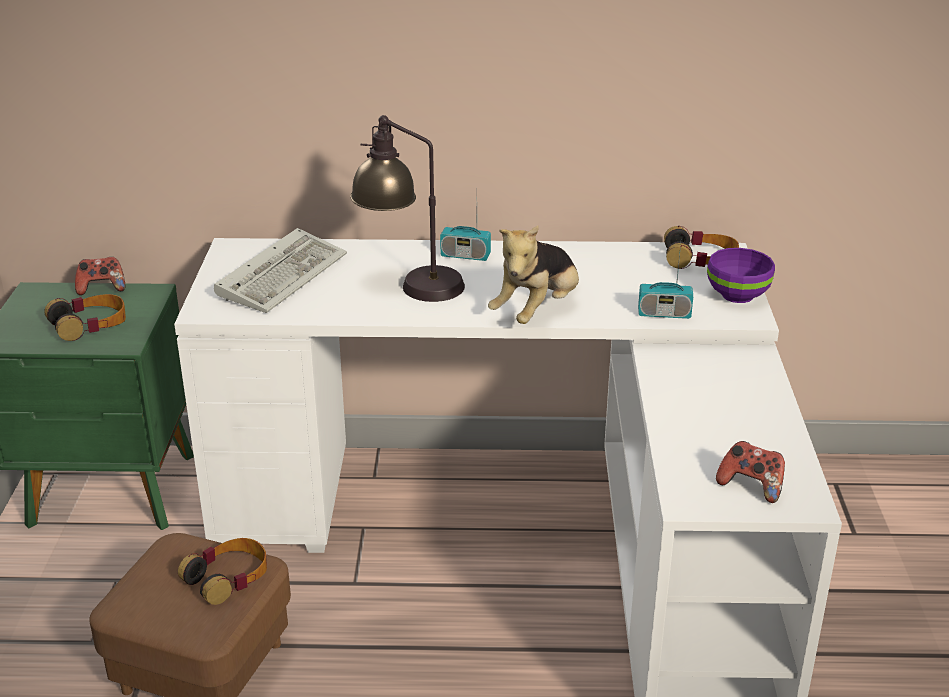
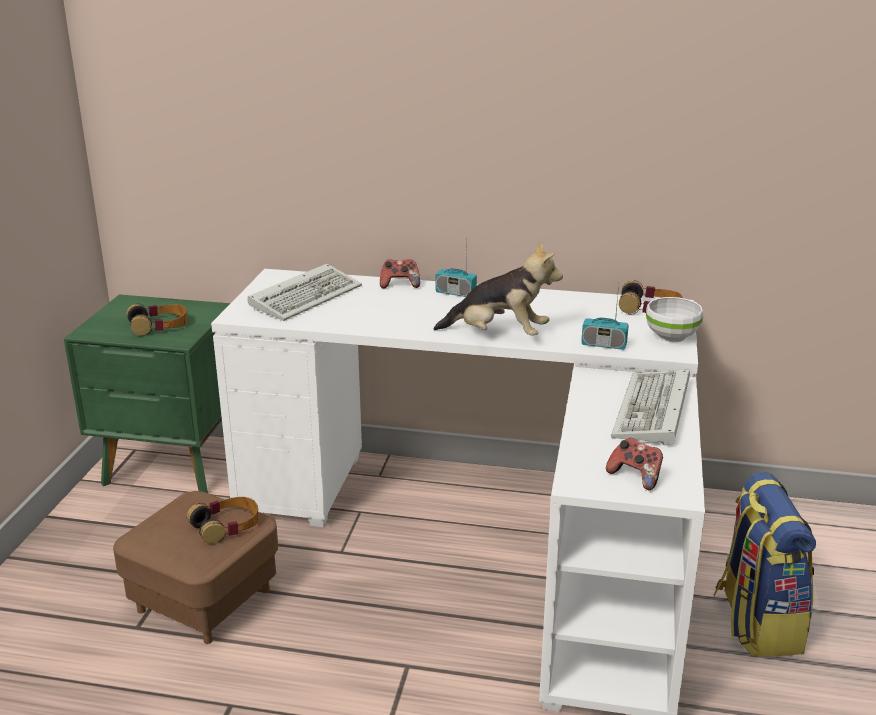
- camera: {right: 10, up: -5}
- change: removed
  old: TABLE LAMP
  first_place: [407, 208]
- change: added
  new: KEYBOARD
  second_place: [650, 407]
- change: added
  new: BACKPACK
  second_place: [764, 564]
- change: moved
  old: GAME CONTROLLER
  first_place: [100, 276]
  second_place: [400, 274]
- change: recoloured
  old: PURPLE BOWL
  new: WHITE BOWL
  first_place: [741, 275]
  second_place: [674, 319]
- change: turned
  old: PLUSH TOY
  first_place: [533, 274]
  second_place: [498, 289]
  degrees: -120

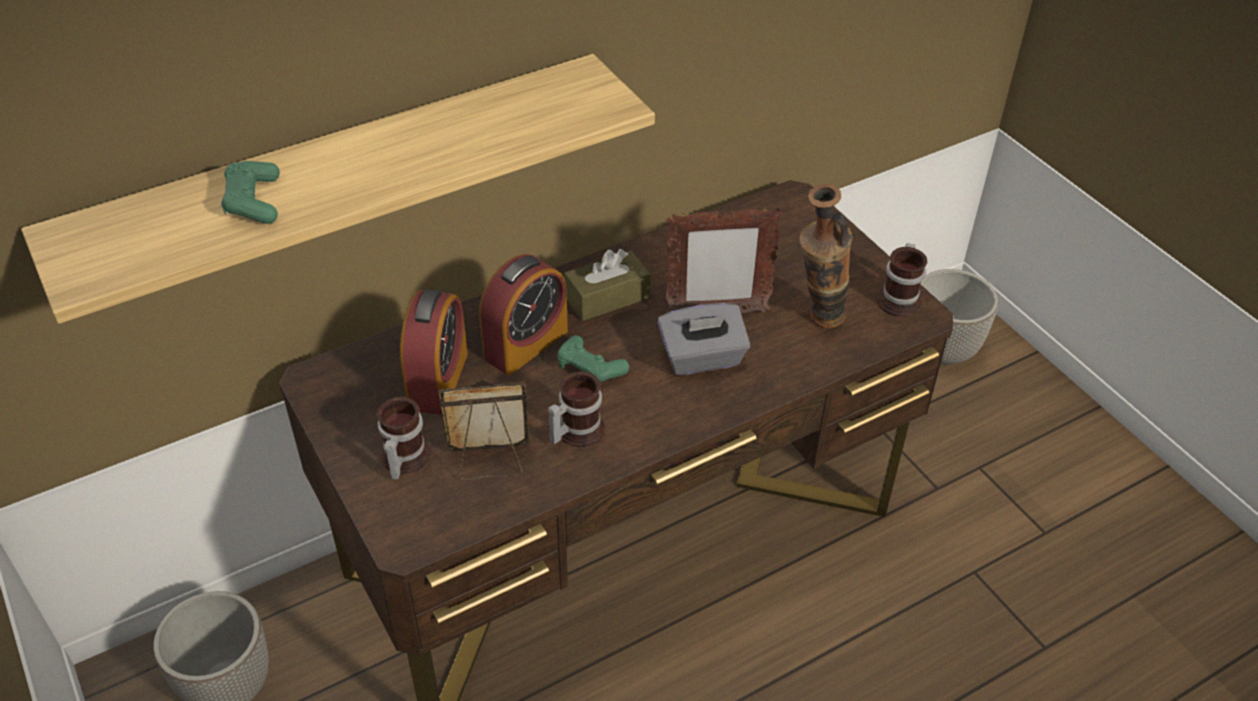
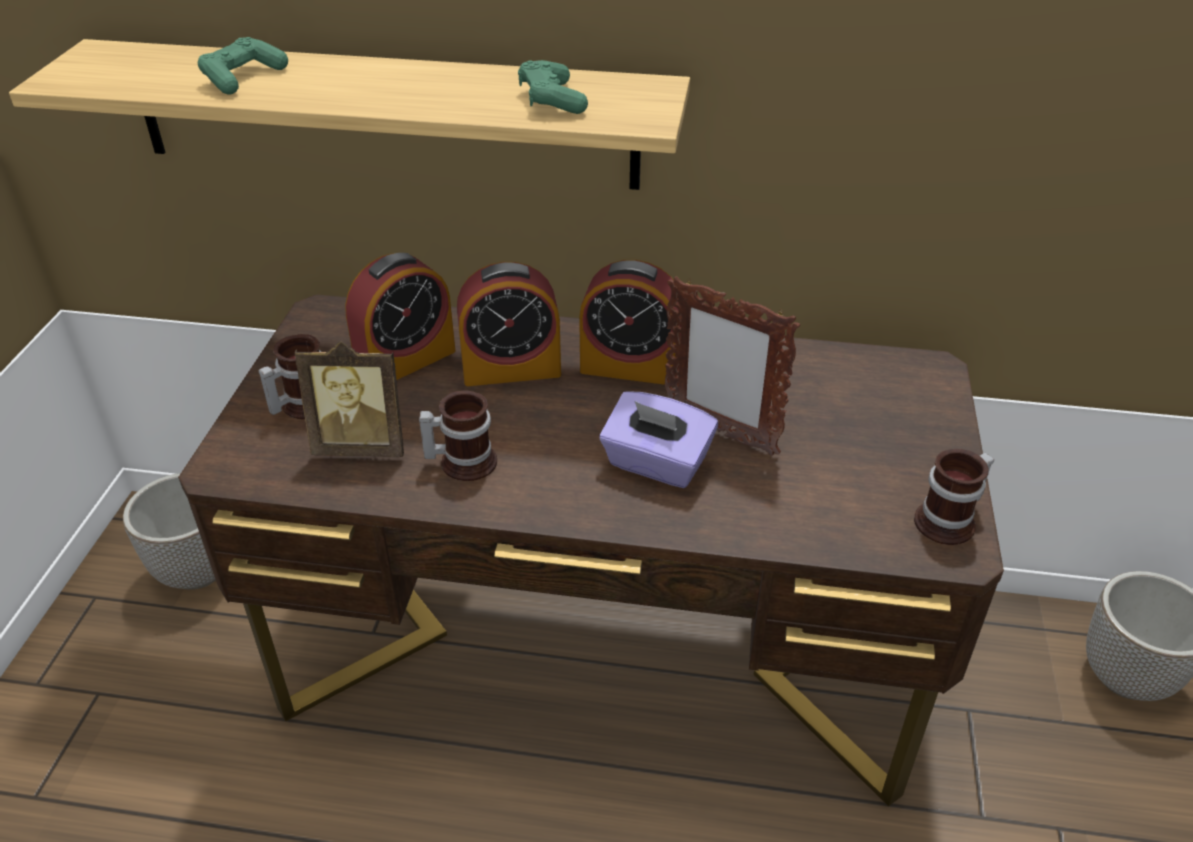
- camera: {right: 40, up: -5}
- change: removed
  old: VASE
  first_place: [826, 256]
- change: moved
  old: GREEN GAME CONTROLLER
  first_place: [593, 358]
  second_place: [553, 87]
- change: replaced
  old: BROWN TISSUE BOX
  new: ALARM CLOCK
  first_place: [607, 285]
  second_place: [630, 322]
- change: recoloured
  old: GREY TISSUE BOX
  new: PURPLE TISSUE BOX
  first_place: [703, 339]
  second_place: [658, 440]
- change: turned
  old: PICTURE FRAME
  first_place: [484, 429]
  second_place: [349, 399]
  degrees: 150

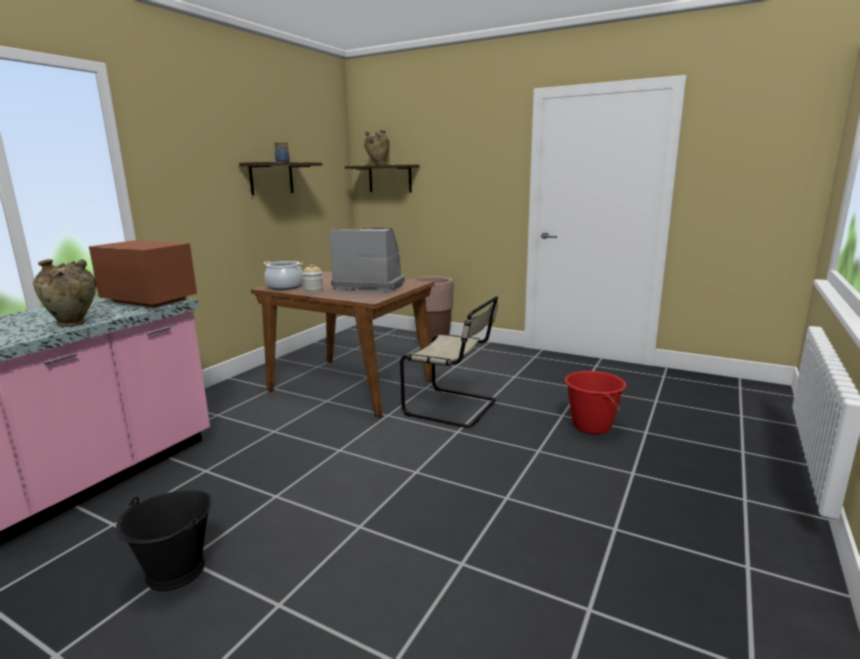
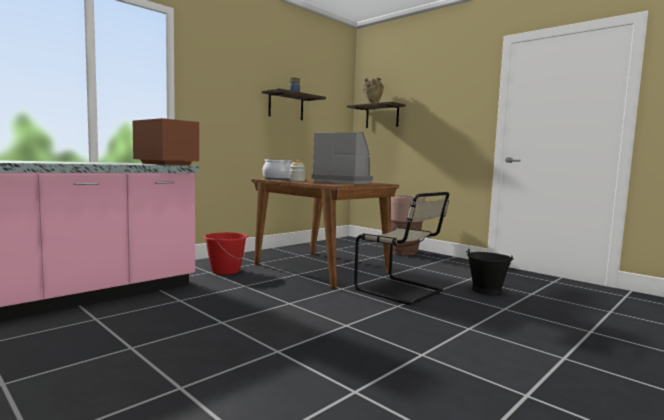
- camera: {right: 15, up: -10}
- change: removed
  old: BEIGE VASE
  first_place: [65, 293]
- change: moved
  old: BLACK BUCKET
  first_place: [163, 540]
  second_place: [490, 272]
- change: moved
  old: RED BUCKET
  first_place: [595, 402]
  second_place: [226, 253]

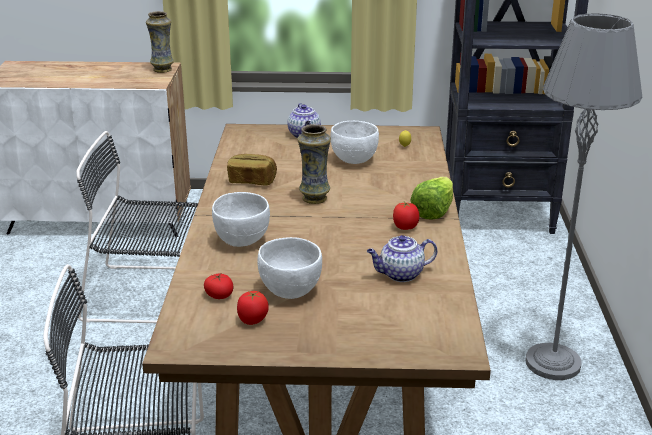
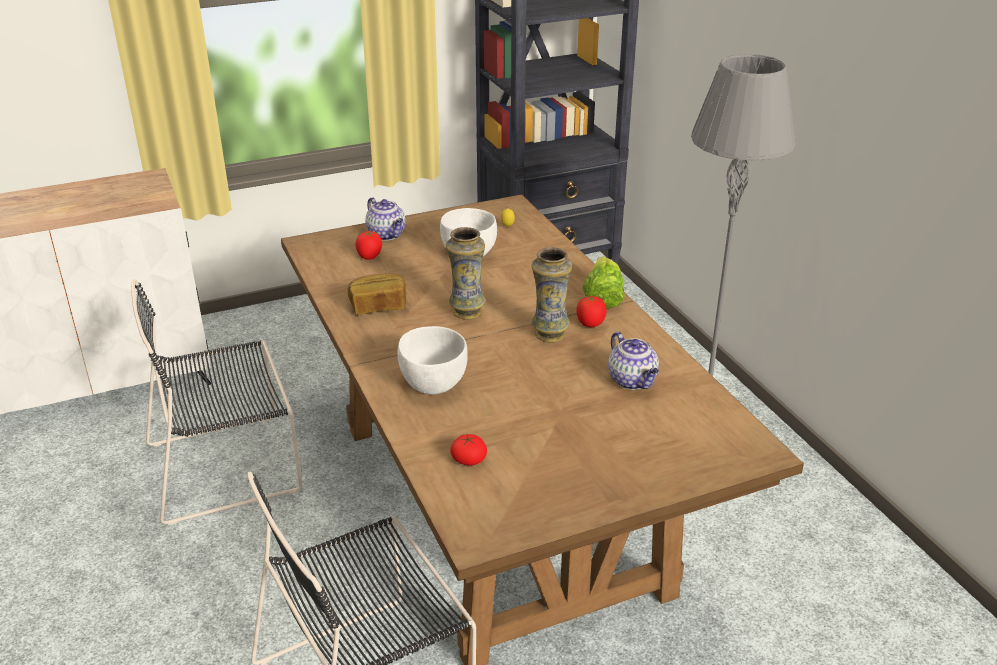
- camera: {right: -25, up: 5}
- change: removed
  old: WHITE BOWL
  first_place: [290, 268]
- change: moved
  old: VASE
  first_place: [160, 42]
  second_place: [552, 294]
- change: moved
  old: TOMATO
  first_place: [253, 308]
  second_place: [368, 245]
- change: turned
  old: TEAPOT
  first_place: [402, 258]
  second_place: [633, 360]
  degrees: -75

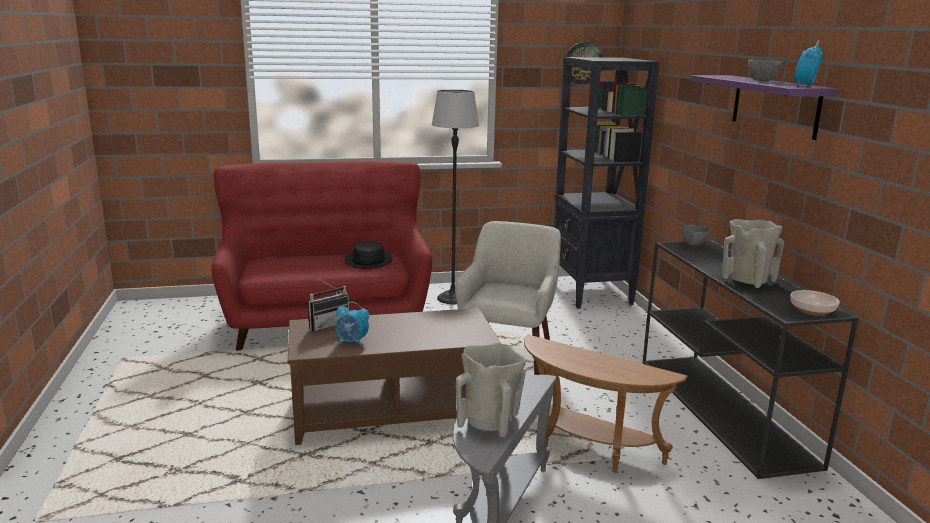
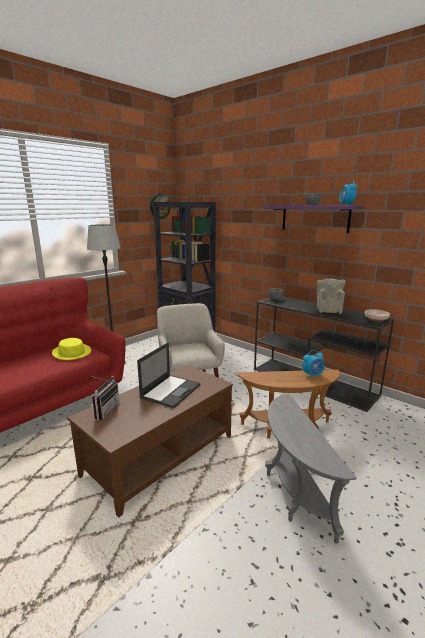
- camera: {right: -35, up: 0}
- change: removed
  old: BEIGE VASE
  first_place: [491, 390]
- change: added
  new: LAPTOP
  second_place: [168, 375]
- change: moved
  old: ALARM CLOCK
  first_place: [352, 324]
  second_place: [313, 364]
- change: recoloured
  old: BLACK HAT
  new: YELLOW HAT
  first_place: [368, 255]
  second_place: [71, 349]

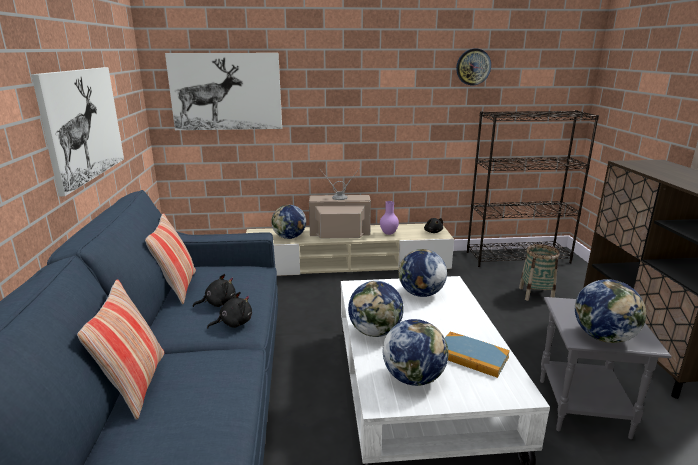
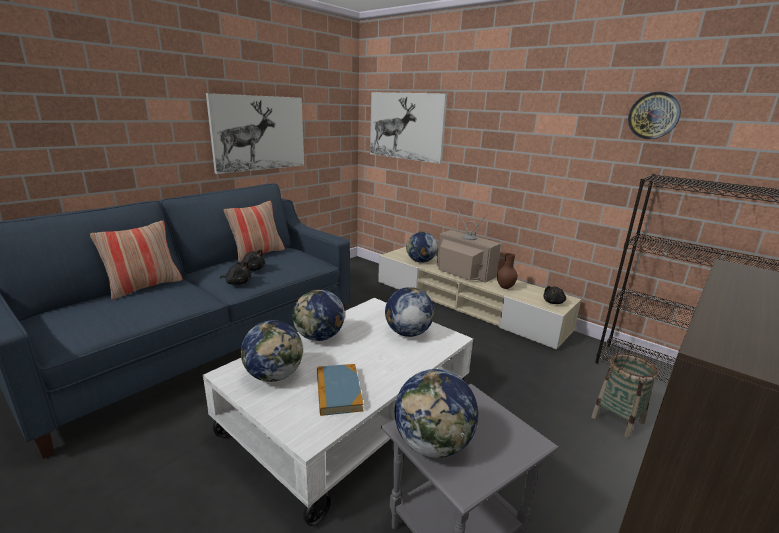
- camera: {right: 45, up: 0}
- change: recoloured
  old: PURPLE VASE
  new: BROWN VASE
  first_place: [389, 218]
  second_place: [507, 271]

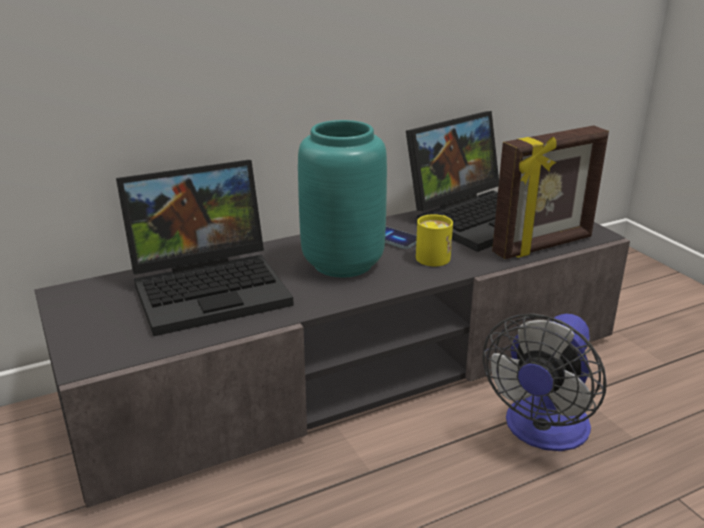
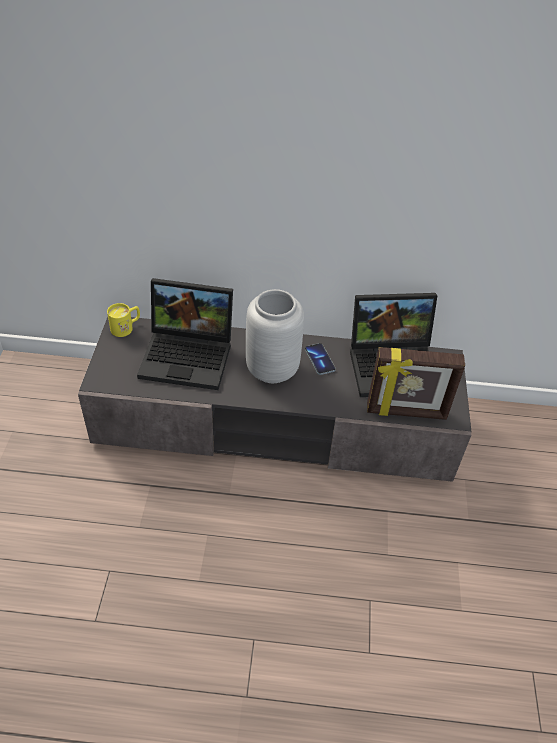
- camera: {right: 30, up: 20}
- change: removed
  old: FAN
  first_place: [544, 382]
- change: moved
  old: YELLOW MUG
  first_place: [434, 240]
  second_place: [123, 320]
- change: recoloured
  old: TURQUOISE VASE
  new: GREY VASE
  first_place: [342, 198]
  second_place: [275, 336]

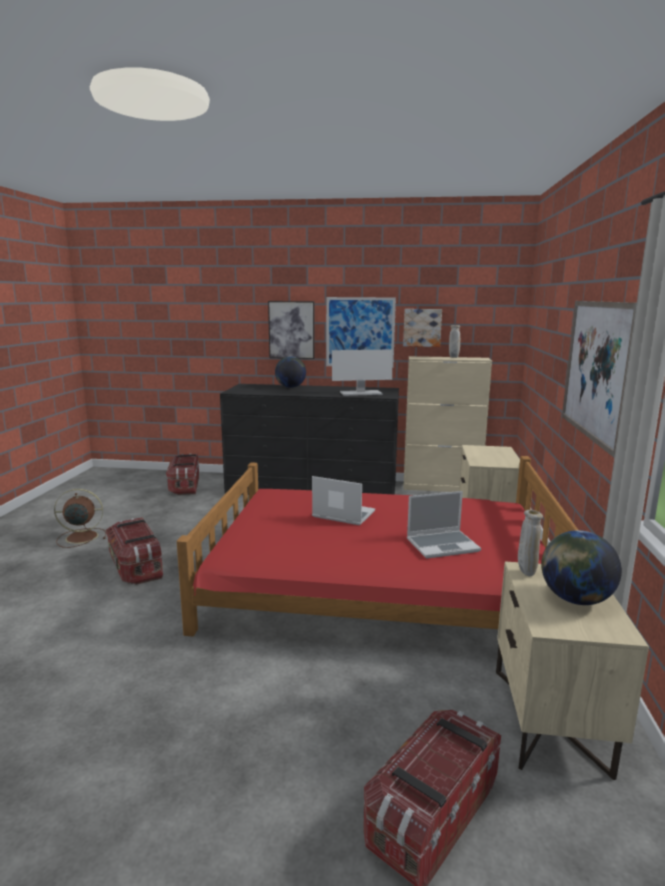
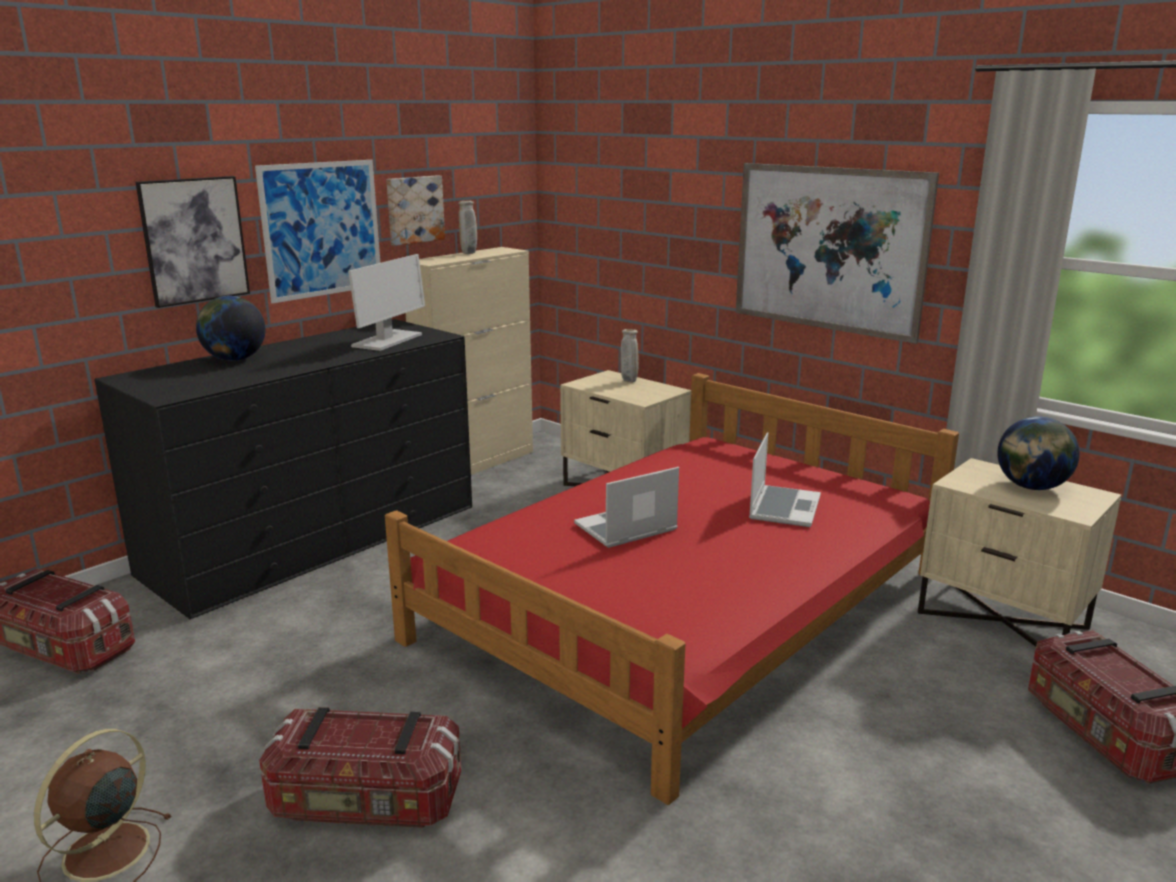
- camera: {right: -55, up: 5}
- change: moved
  old: BEIGE VASE
  first_place: [530, 543]
  second_place: [630, 355]

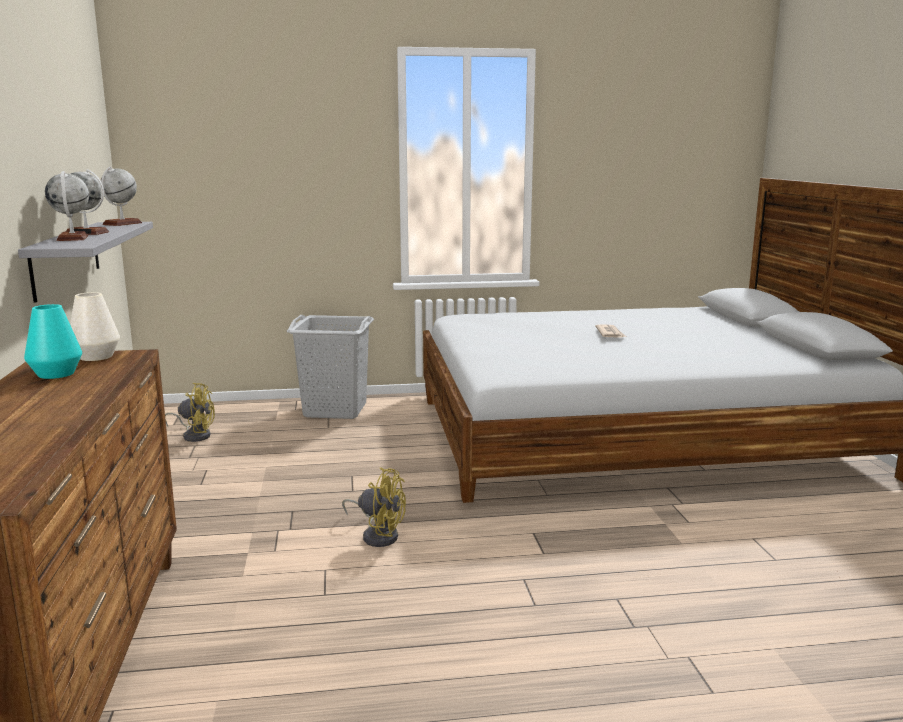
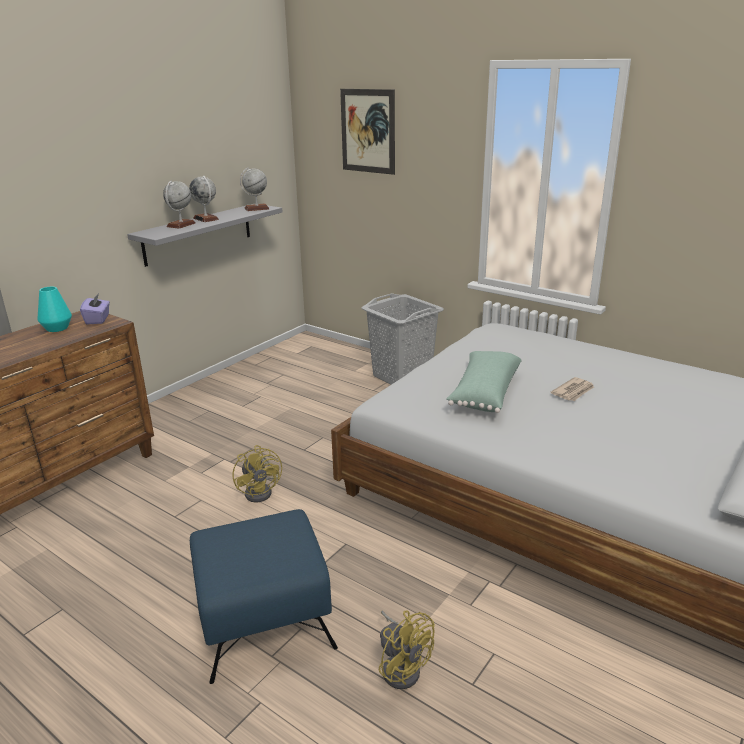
- camera: {right: 45, up: 10}
- change: added
  new: BLUE OTTOMAN
  second_place: [264, 596]
- change: added
  new: PICTURE
  second_place: [367, 132]
- change: added
  new: GREEN PILLOW
  second_place: [484, 382]
- change: moved
  old: YELLOW FAN
  first_place: [190, 412]
  second_place: [407, 650]
- change: replaced
  old: WHITE VASE
  new: PURPLE TISSUE BOX
  first_place: [95, 326]
  second_place: [95, 308]

